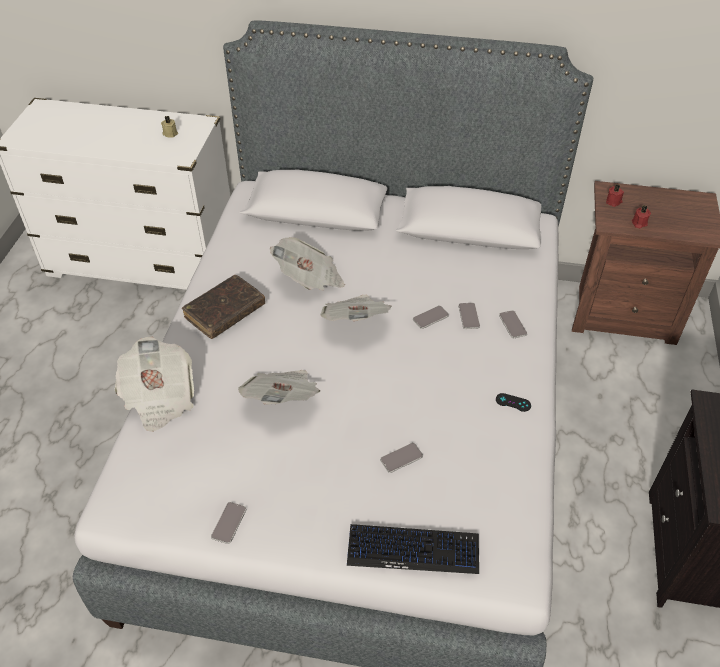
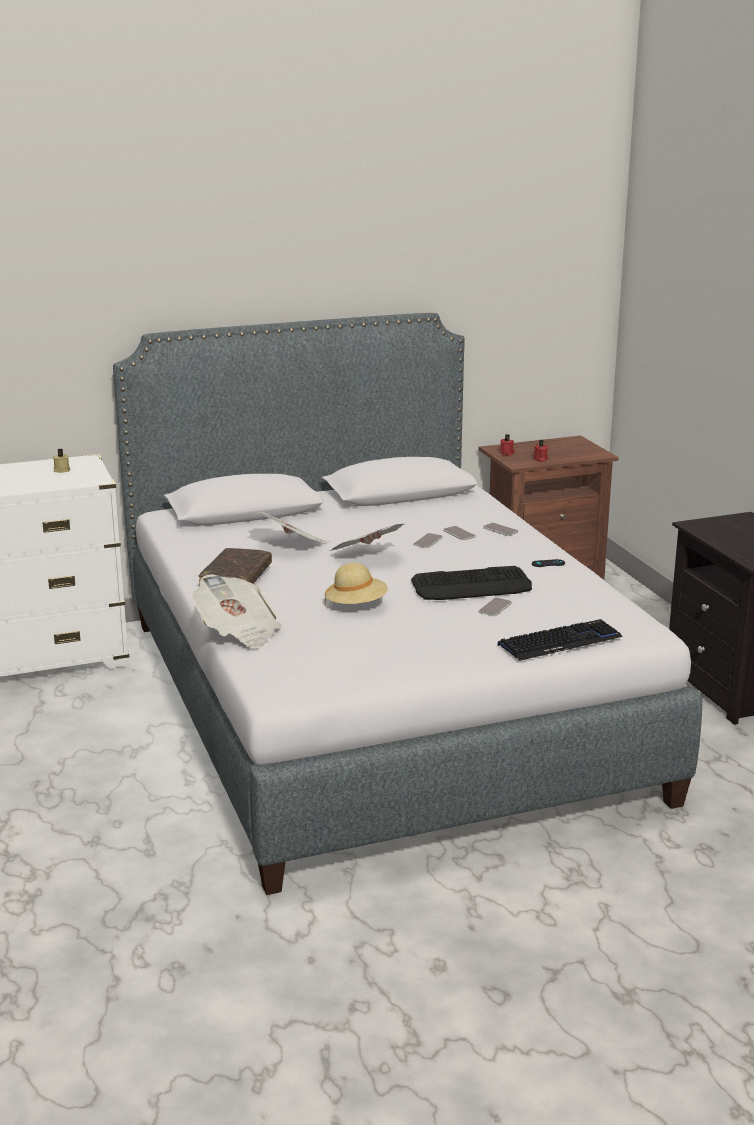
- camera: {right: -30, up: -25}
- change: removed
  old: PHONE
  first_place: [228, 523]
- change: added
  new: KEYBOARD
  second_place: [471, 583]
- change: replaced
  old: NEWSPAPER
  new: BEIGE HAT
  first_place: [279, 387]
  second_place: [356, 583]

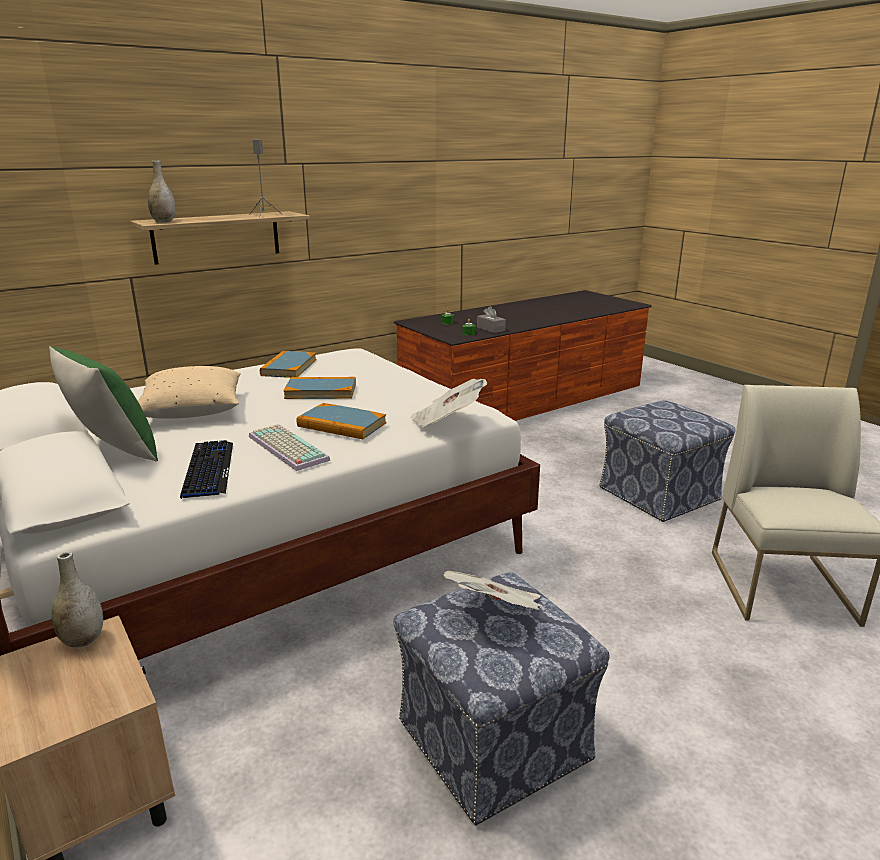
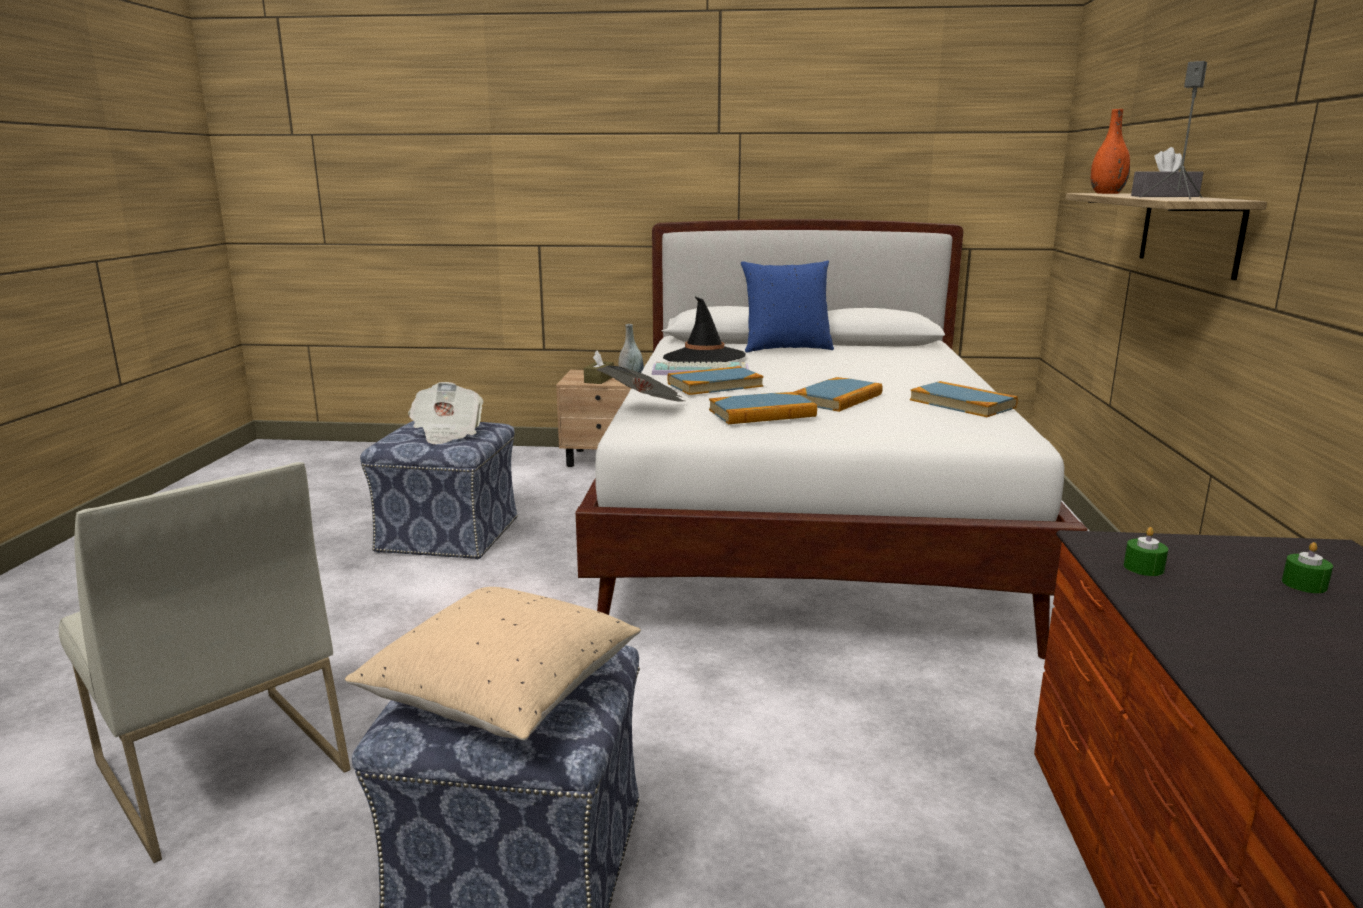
- camera: {right: 130, up: -5}
- change: added
  new: BROWN TISSUE BOX
  second_place: [599, 367]
- change: added
  new: BOOK
  second_place: [763, 408]
- change: moved
  old: BEIGE PILLOW
  first_place: [189, 392]
  second_place: [493, 663]
- change: moved
  old: GREY TISSUE BOX
  first_place: [491, 319]
  second_place: [1167, 172]
- change: replaced
  old: KEYBOARD
  new: BLACK HAT
  first_place: [206, 469]
  second_place: [704, 330]
- change: recoloured
  old: GREEN PILLOW
  new: BLUE PILLOW
  first_place: [103, 403]
  second_place: [787, 306]
- change: recoloured
  old: GREY VASE
  new: ORANGE VASE
  first_place: [162, 191]
  second_place: [1110, 151]

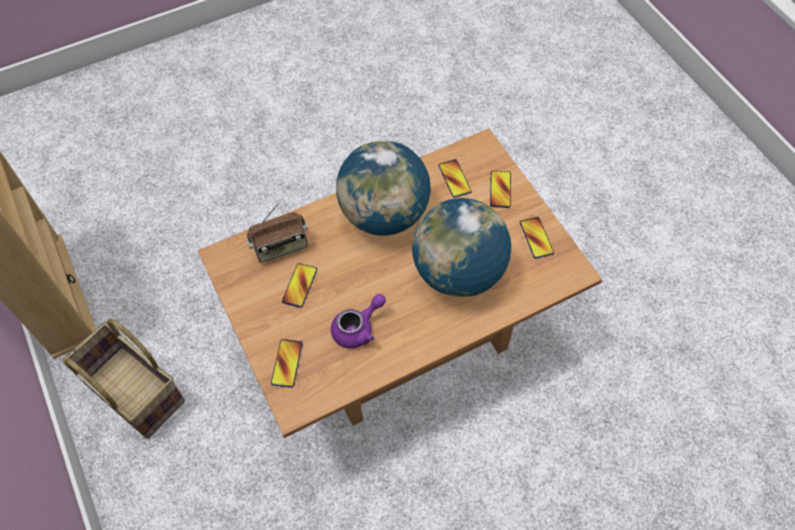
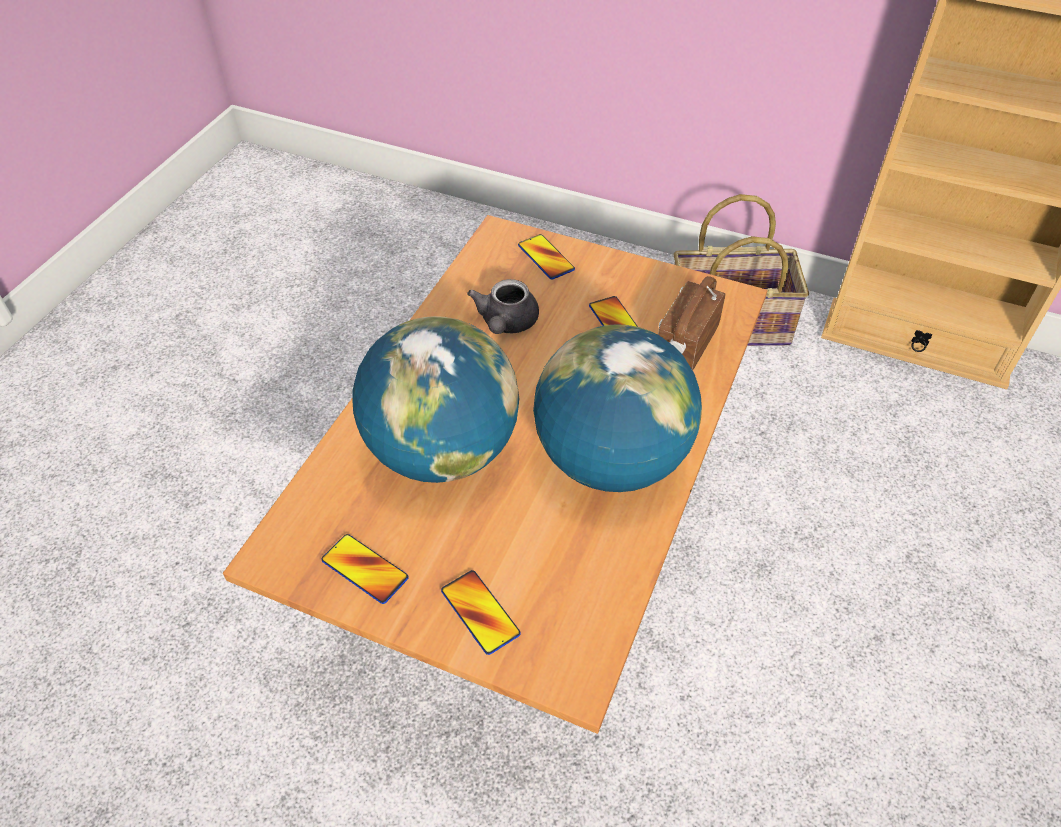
- camera: {right: 140, up: -10}
- change: removed
  old: PHONE
  first_place: [455, 178]
- change: recoloured
  old: PURPLE TEAPOT
  new: GREY TEAPOT
  first_place: [358, 321]
  second_place: [503, 306]

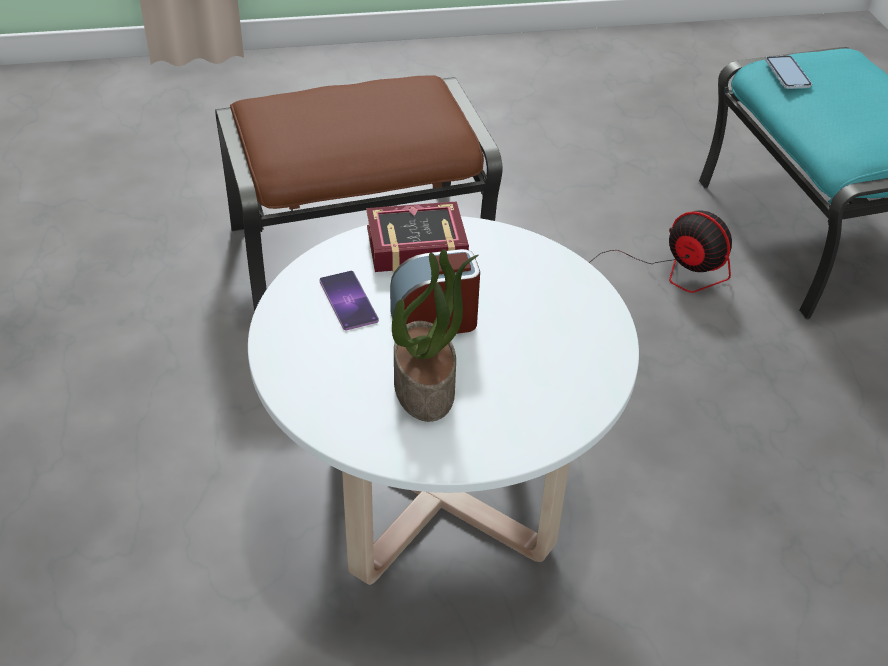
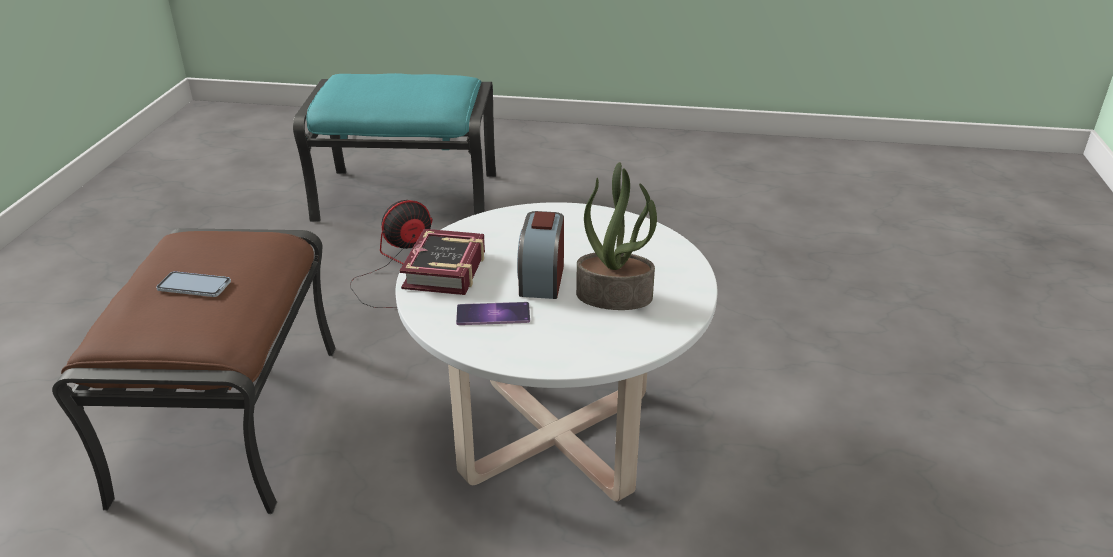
- camera: {right: -70, up: -10}
- change: moved
  old: PHONE
  first_place: [788, 72]
  second_place: [193, 284]

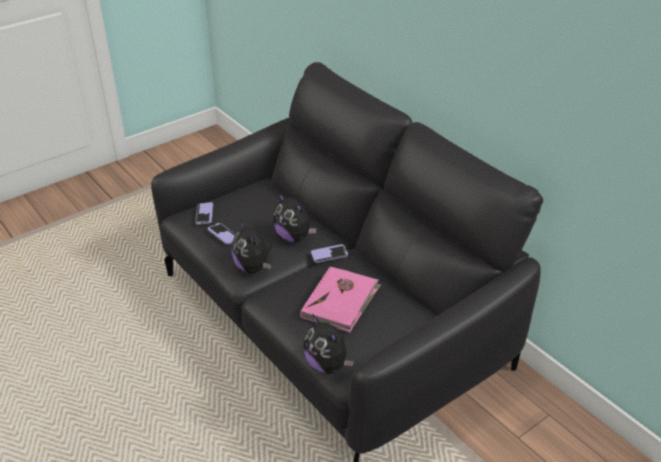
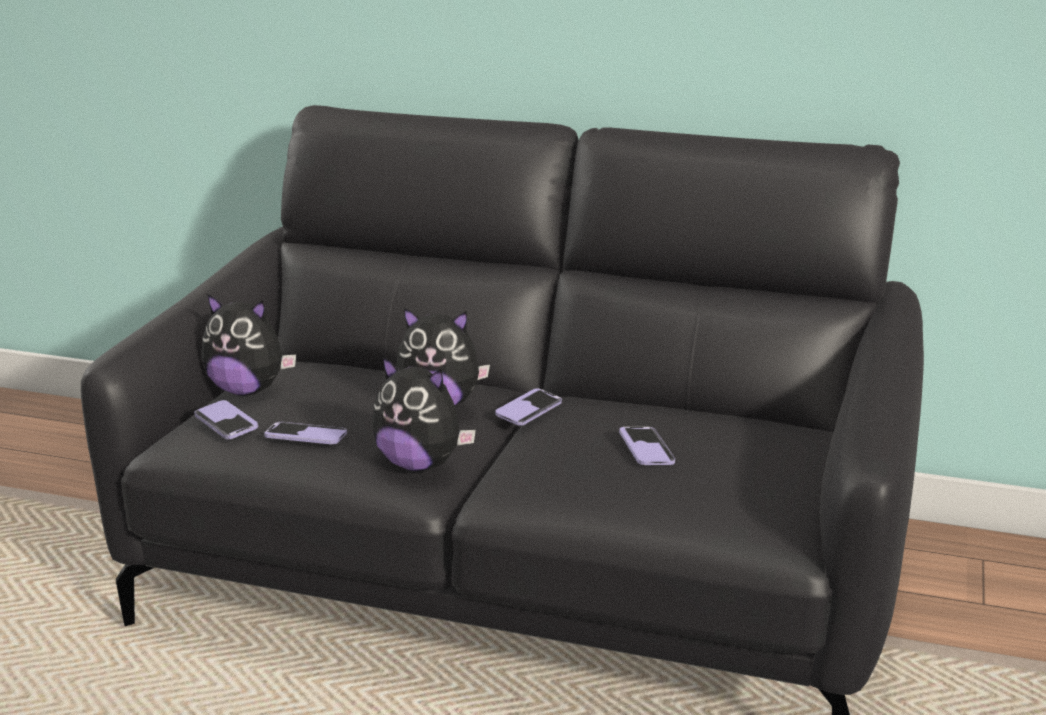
- camera: {right: -35, up: -15}
- change: moved
  old: PLUSH TOY
  first_place: [328, 344]
  second_place: [248, 345]
- change: replaced
  old: PINK BOOK
  new: PHONE
  first_place: [340, 299]
  second_place: [647, 446]

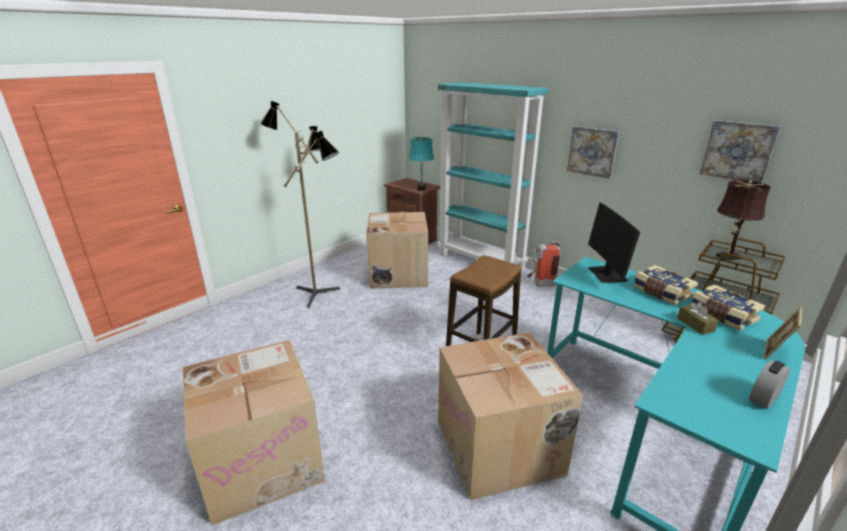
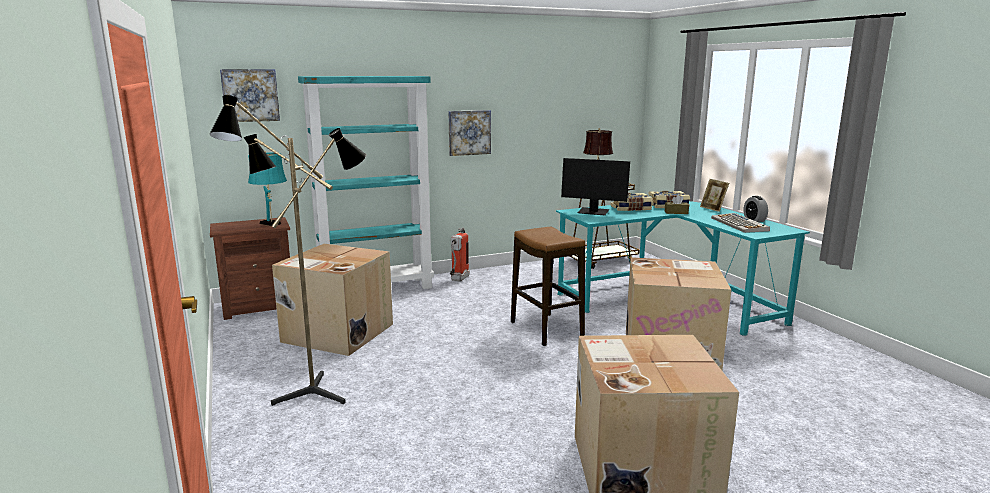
- camera: {right: -65, up: -10}
- change: added
  new: KEYBOARD
  second_place: [740, 223]
- change: moved
  old: PICTURE
  first_place: [740, 151]
  second_place: [250, 95]

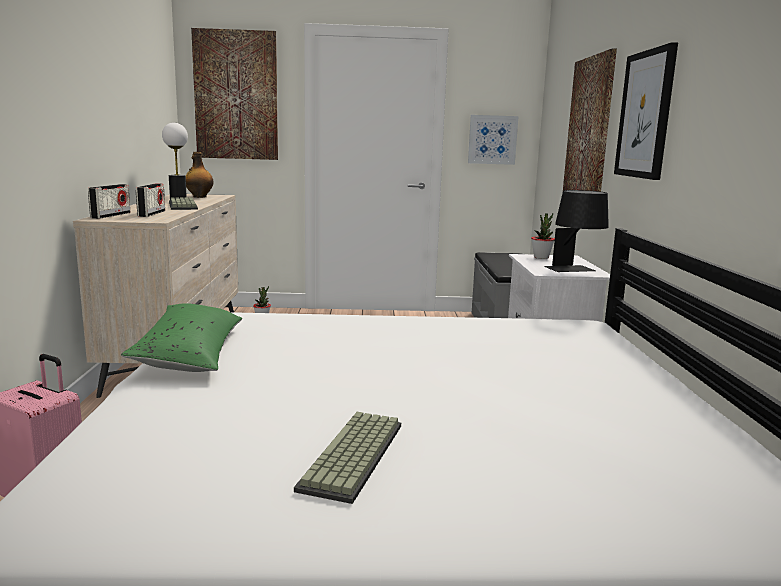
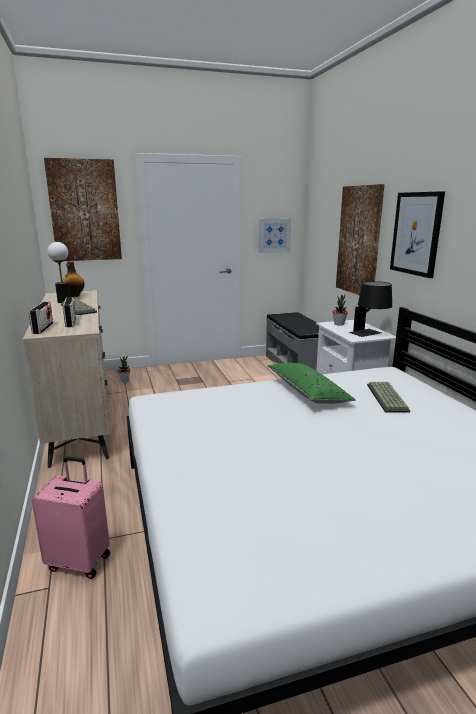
- camera: {right: -15, up: 5}
- change: moved
  old: GREEN PILLOW
  first_place: [181, 337]
  second_place: [311, 383]
- change: moved
  old: KEYBOARD
  first_place: [347, 458]
  second_place: [388, 397]

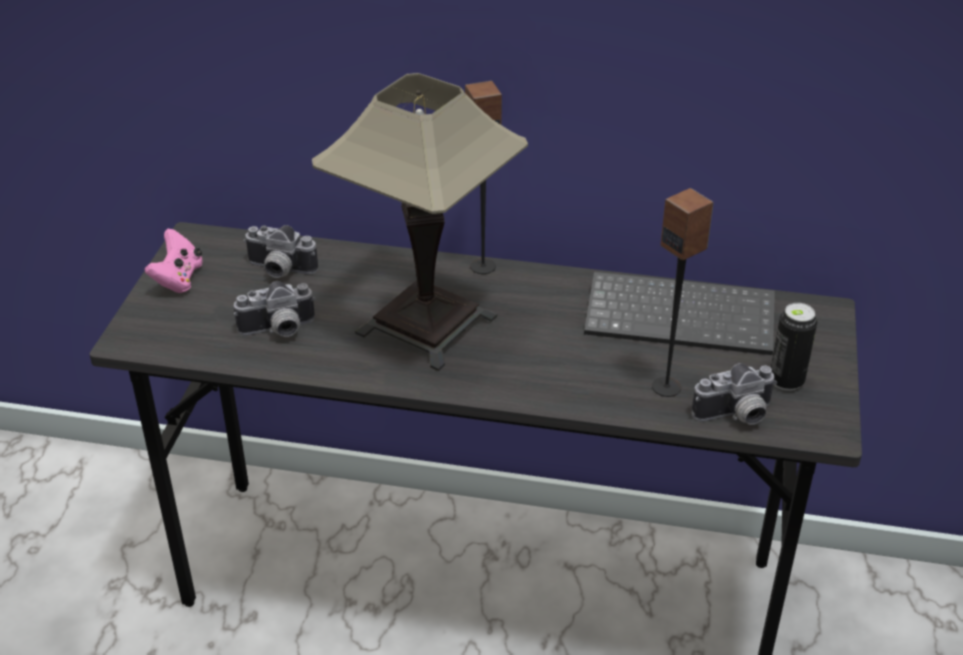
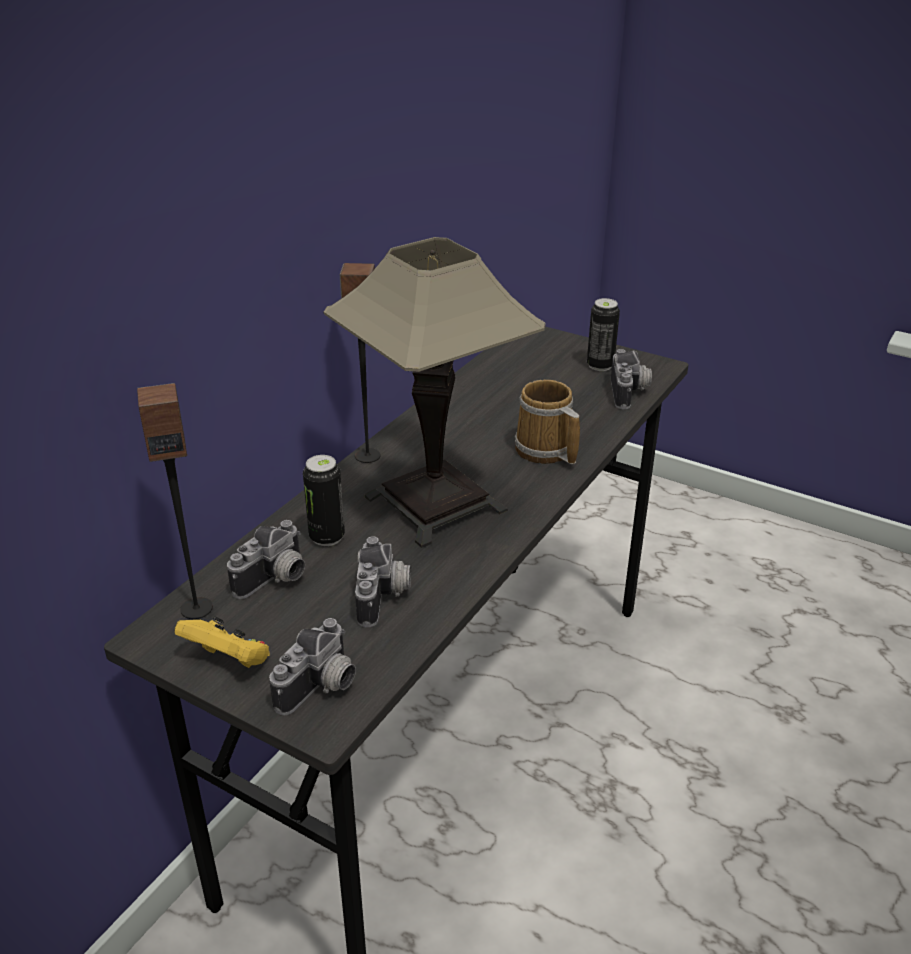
- camera: {right: -70, up: -5}
- change: removed
  old: KEYBOARD
  first_place: [679, 313]
- change: added
  new: PHOTO CAMERA
  second_place: [312, 666]
- change: added
  new: CAN
  second_place: [324, 500]
- change: added
  new: MUG
  second_place: [547, 422]
- change: moved
  old: SPEAKER
  first_place: [683, 292]
  second_place: [175, 501]
- change: recoloured
  old: PINK GAME CONTROLLER
  new: YELLOW GAME CONTROLLER
  first_place: [173, 261]
  second_place: [222, 642]

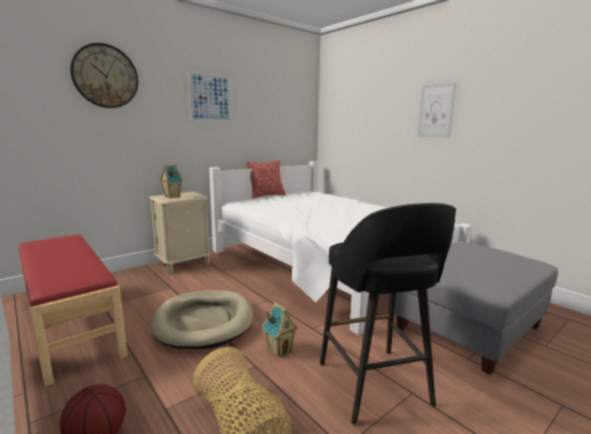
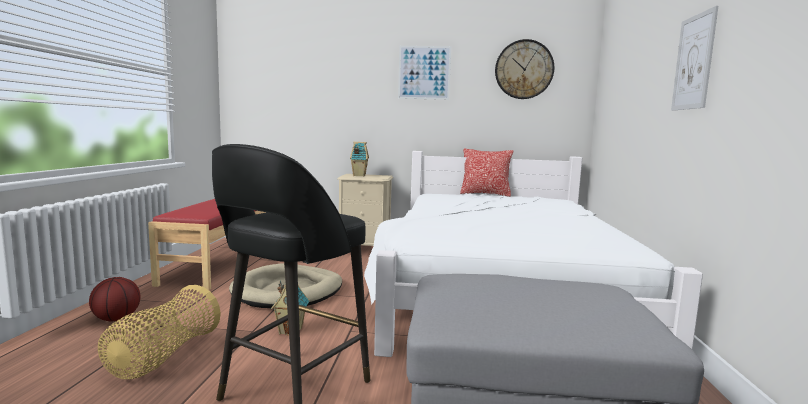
- camera: {right: 45, up: -5}
- change: moved
  old: WALL CLOCK
  first_place: [104, 75]
  second_place: [524, 69]

